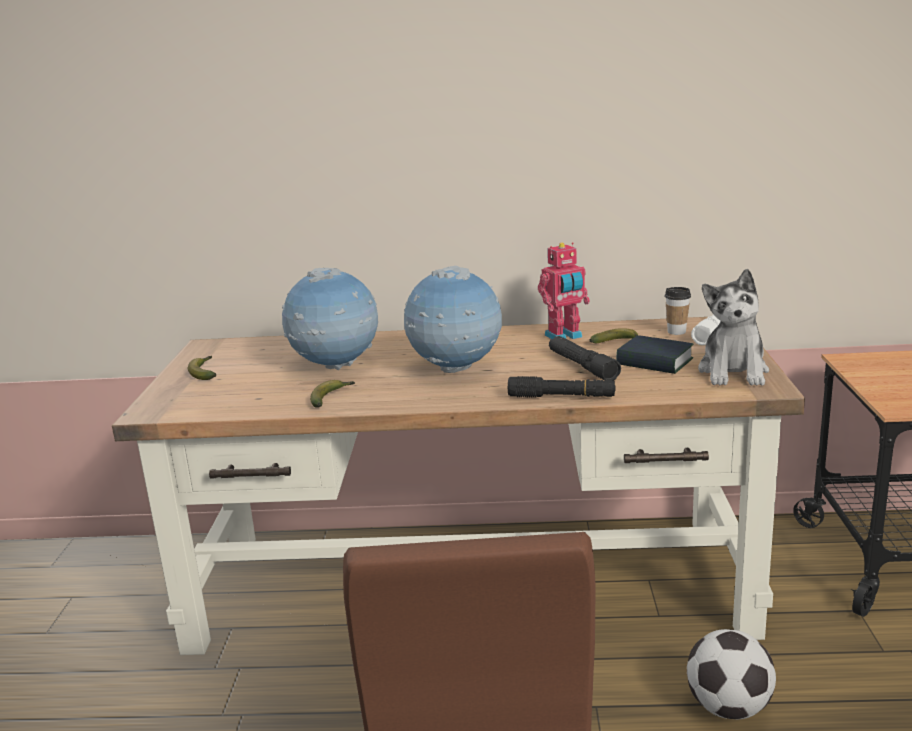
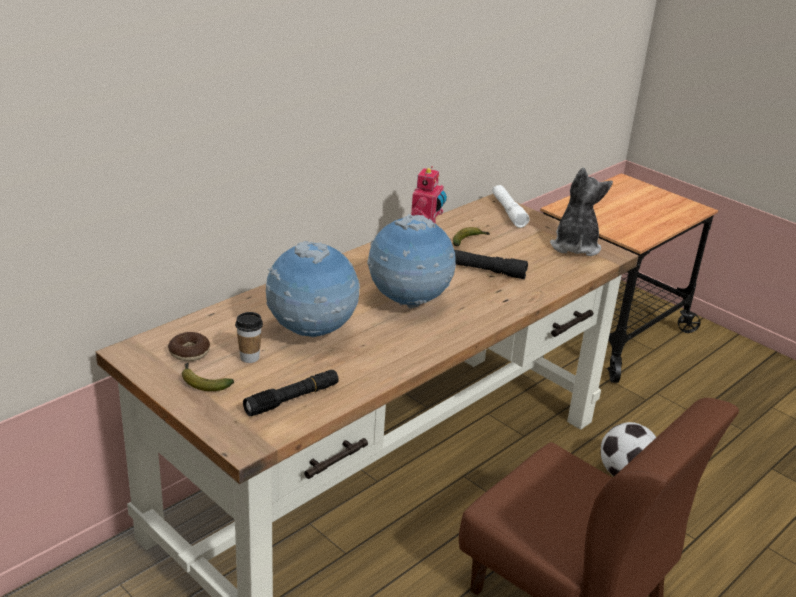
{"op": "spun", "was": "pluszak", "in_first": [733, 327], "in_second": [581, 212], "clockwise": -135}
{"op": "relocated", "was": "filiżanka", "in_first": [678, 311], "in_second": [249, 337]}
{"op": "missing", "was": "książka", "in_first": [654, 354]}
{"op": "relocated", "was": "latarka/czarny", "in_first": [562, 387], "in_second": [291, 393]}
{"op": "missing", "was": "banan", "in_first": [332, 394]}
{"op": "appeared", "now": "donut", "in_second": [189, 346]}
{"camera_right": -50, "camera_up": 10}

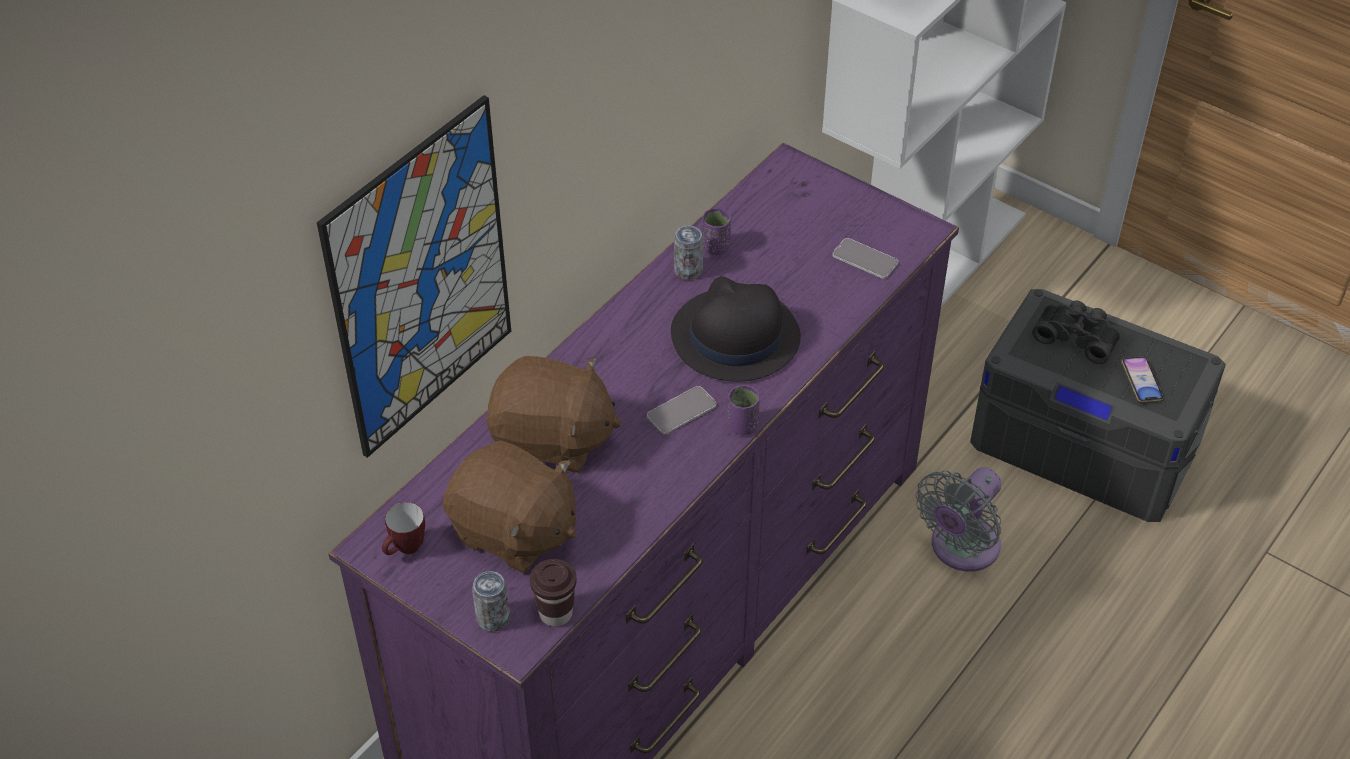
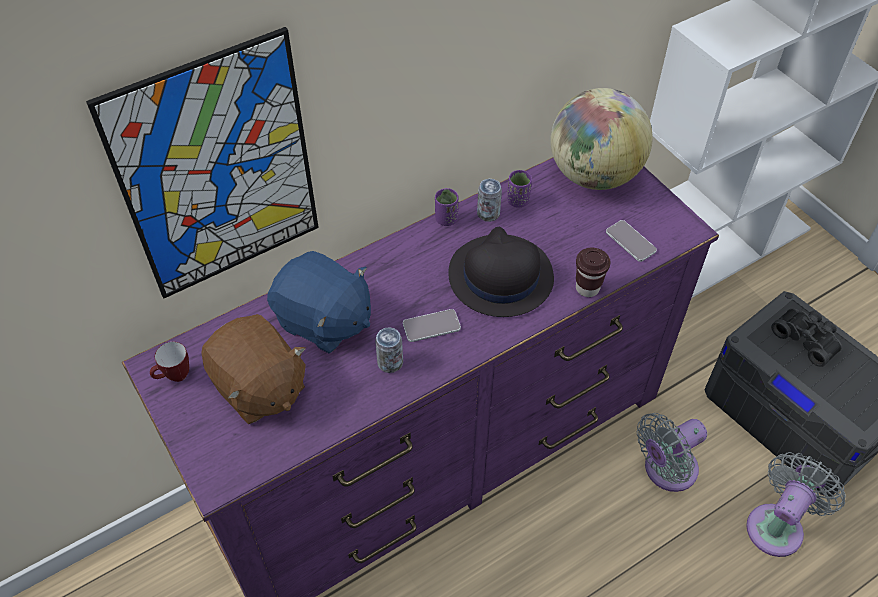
{"op": "colour", "was": "pluszak/brązowy", "now": "pluszak/niebieski", "in_first": [554, 414], "in_second": [319, 302]}
{"op": "missing", "was": "telefon", "in_first": [1142, 379]}
{"op": "relocated", "was": "filiżanka/fioletowy", "in_first": [744, 410], "in_second": [446, 207]}
{"op": "relocated", "was": "filiżanka/brązowy", "in_first": [553, 592], "in_second": [593, 272]}
{"op": "relocated", "was": "puszka", "in_first": [491, 601], "in_second": [389, 350]}
{"op": "appeared", "now": "globus", "in_second": [602, 139]}
{"op": "appeared", "now": "wentylator/szary", "in_second": [796, 504]}
{"camera_right": 20, "camera_up": 5}

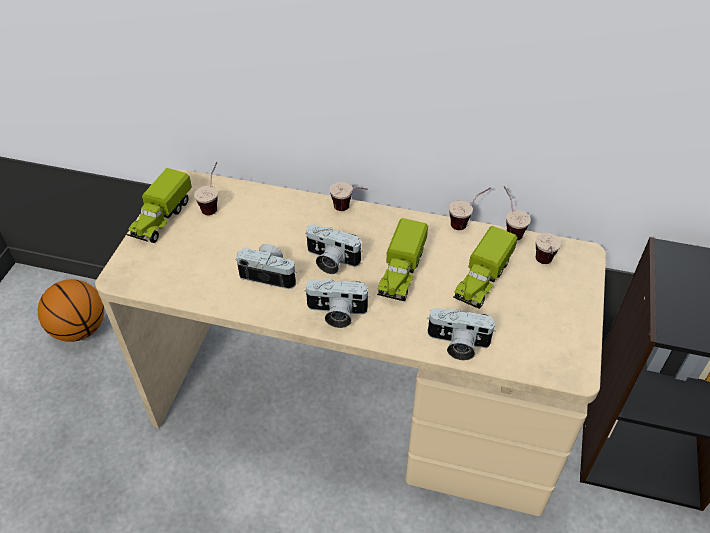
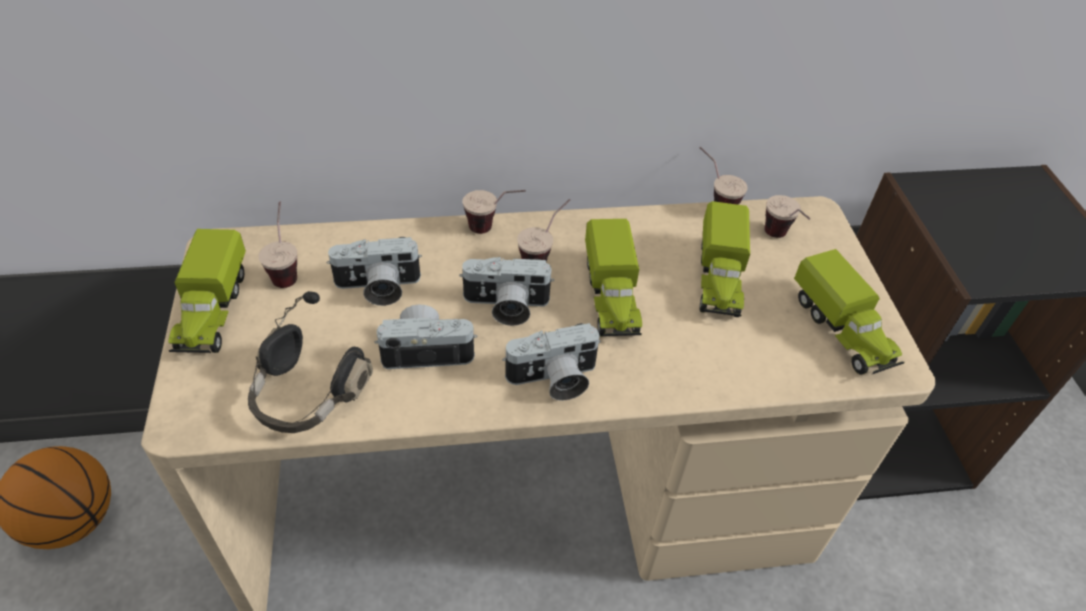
{"op": "relocated", "was": "filiżanka", "in_first": [470, 208], "in_second": [543, 230]}
{"op": "relocated", "was": "aparat fotograficzny", "in_first": [461, 334], "in_second": [374, 271]}
{"op": "appeared", "now": "ciężarówka zabawkowa", "in_second": [849, 311]}
{"op": "appeared", "now": "słuchawki/czarny", "in_second": [310, 362]}
{"camera_right": -25, "camera_up": 0}

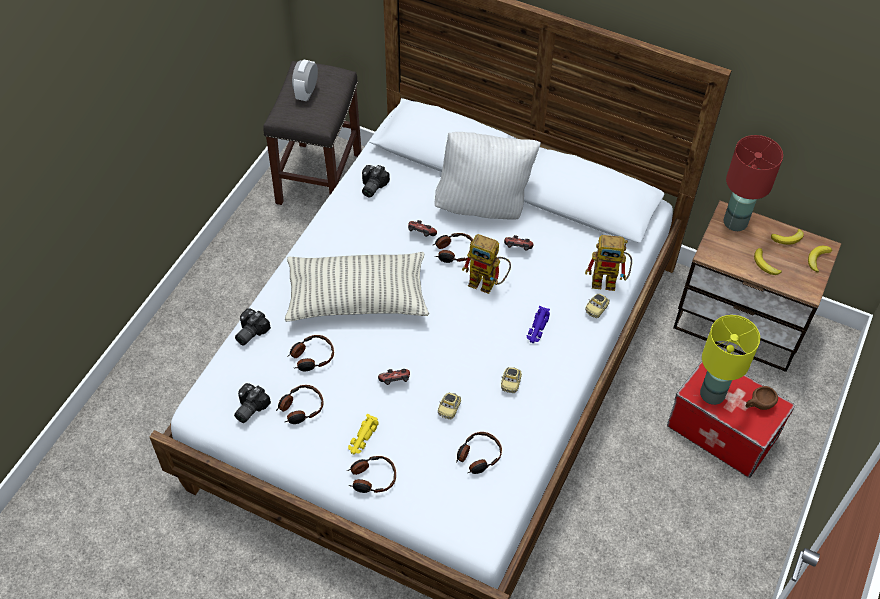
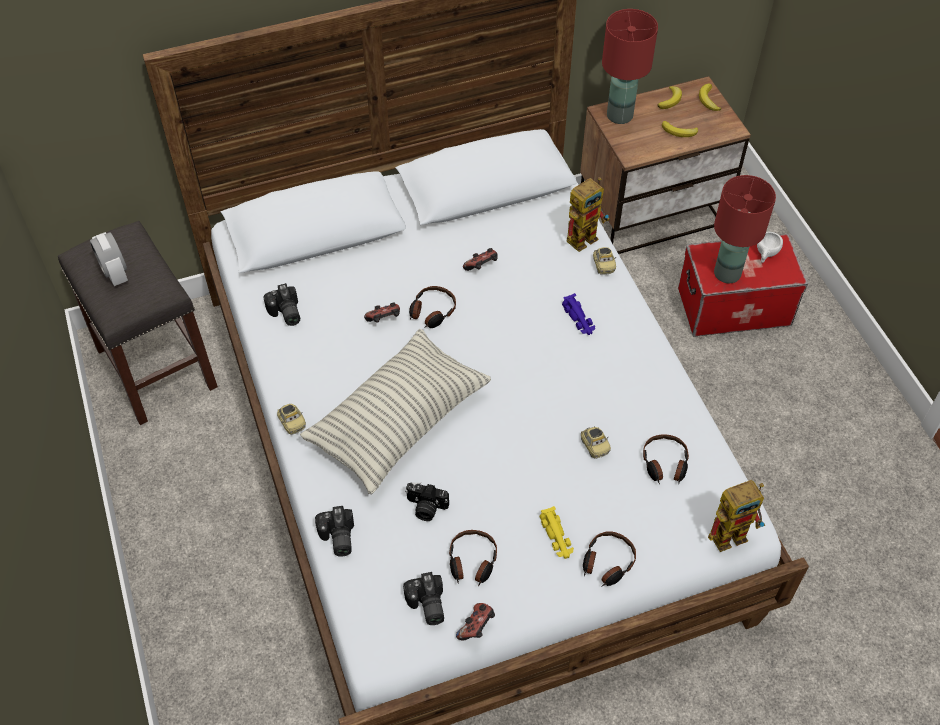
{"op": "missing", "was": "poduszka/biały", "in_first": [487, 175]}
{"op": "relocated", "was": "robot zabawkowy", "in_first": [486, 264], "in_second": [737, 516]}
{"op": "colour", "was": "lampa stołowa/żółty", "now": "lampa stołowa/czerwony", "in_first": [730, 360], "in_second": [745, 229]}
{"op": "exchanged", "was": "słuchawki", "now": "aparat fotograficzny", "in_first": [310, 353], "in_second": [427, 501]}
{"op": "relocated", "was": "samochodzik", "in_first": [511, 380], "in_second": [291, 419]}
{"op": "relocated", "was": "pad do gier", "in_first": [394, 377], "in_second": [475, 621]}
{"op": "colour", "was": "filiżanka/brązowy", "now": "filiżanka/biały", "in_first": [762, 398], "in_second": [770, 247]}
{"camera_right": -45, "camera_up": 0}

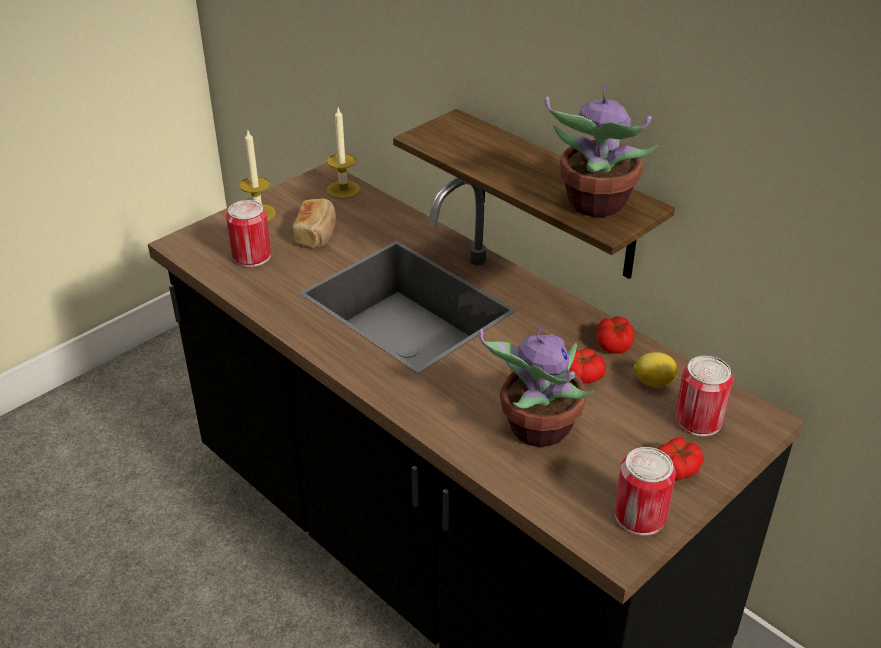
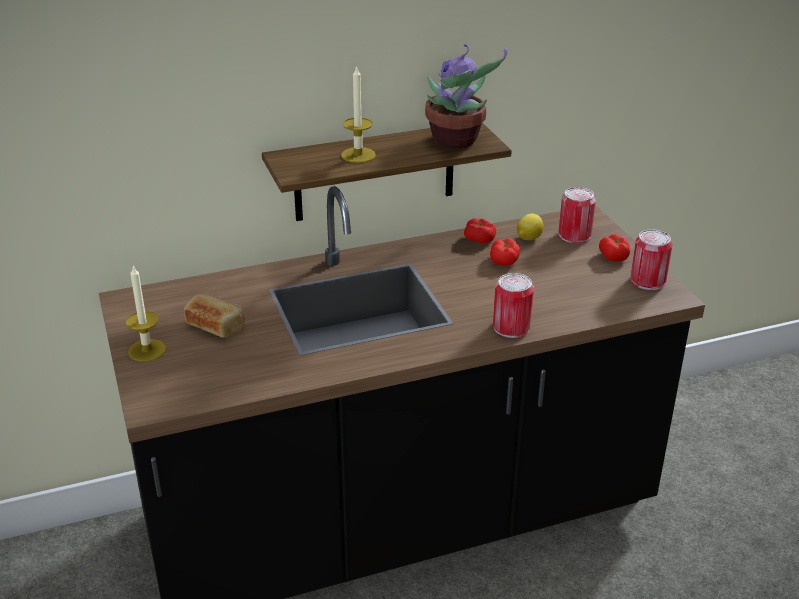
{"op": "relocated", "was": "świeca", "in_first": [344, 153], "in_second": [358, 114]}
{"op": "relocated", "was": "puszka", "in_first": [248, 233], "in_second": [513, 305]}
{"op": "missing", "was": "roślina doniczkowa", "in_first": [536, 387]}
{"camera_right": -65, "camera_up": -5}

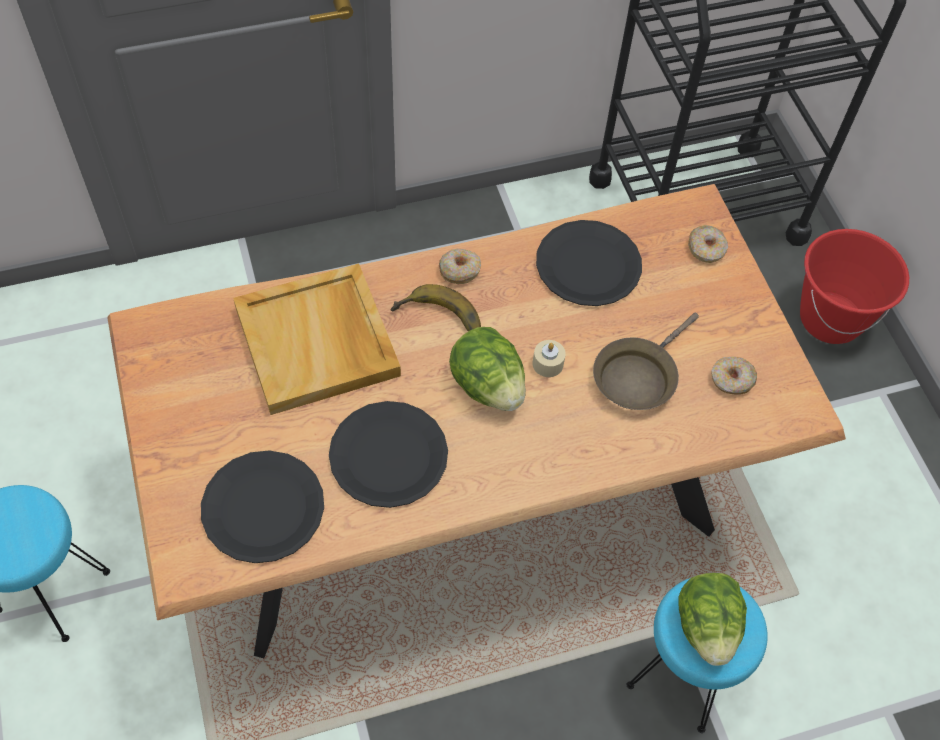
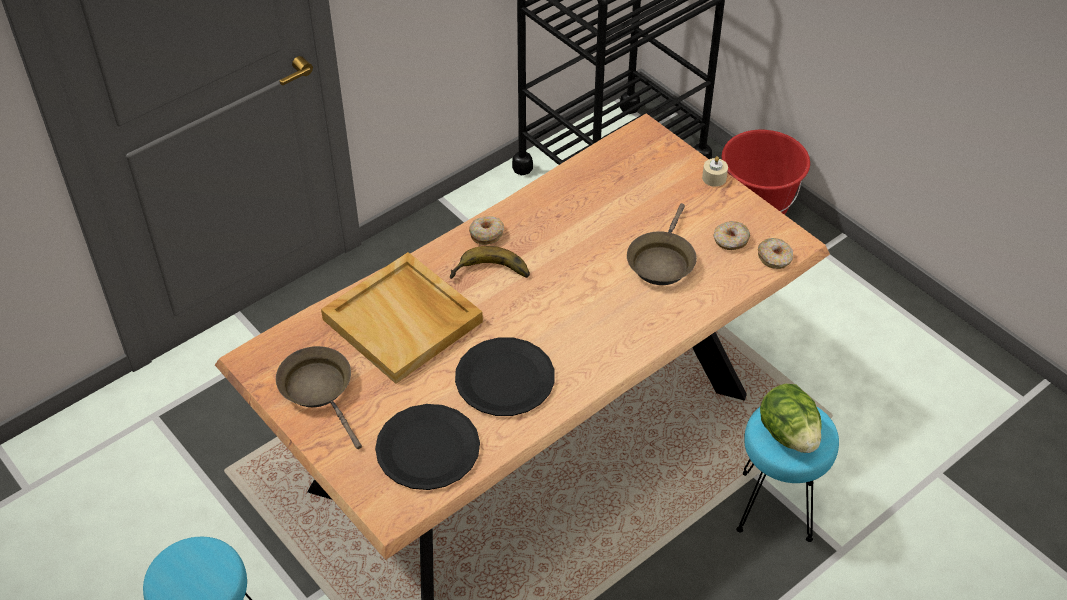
{"op": "missing", "was": "talerz/czarny", "in_first": [589, 263]}
{"op": "relocated", "was": "donut", "in_first": [708, 244], "in_second": [775, 253]}
{"op": "missing", "was": "sałata", "in_first": [487, 369]}
{"op": "relocated", "was": "świeca/beżowy", "in_first": [549, 358], "in_second": [715, 171]}
{"op": "appeared", "now": "patelnia/brązowy", "in_second": [319, 397]}
{"camera_right": -20, "camera_up": -10}

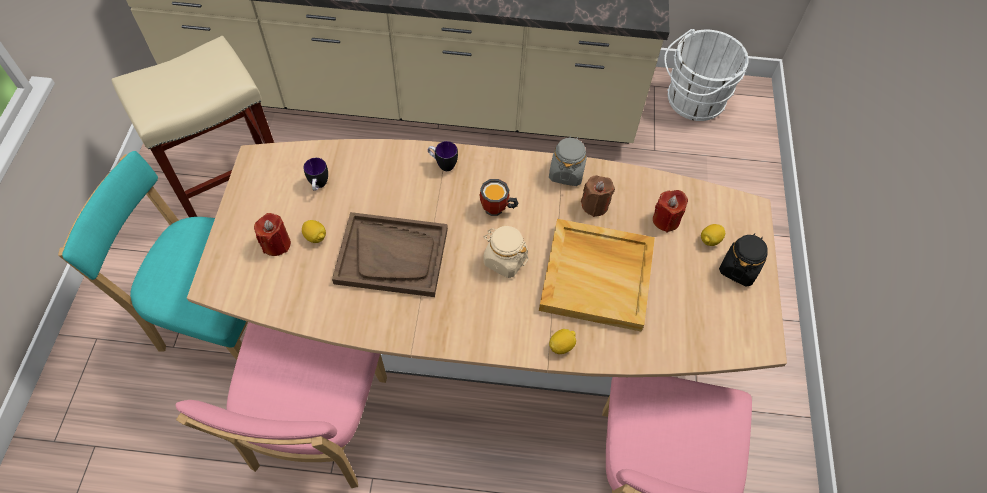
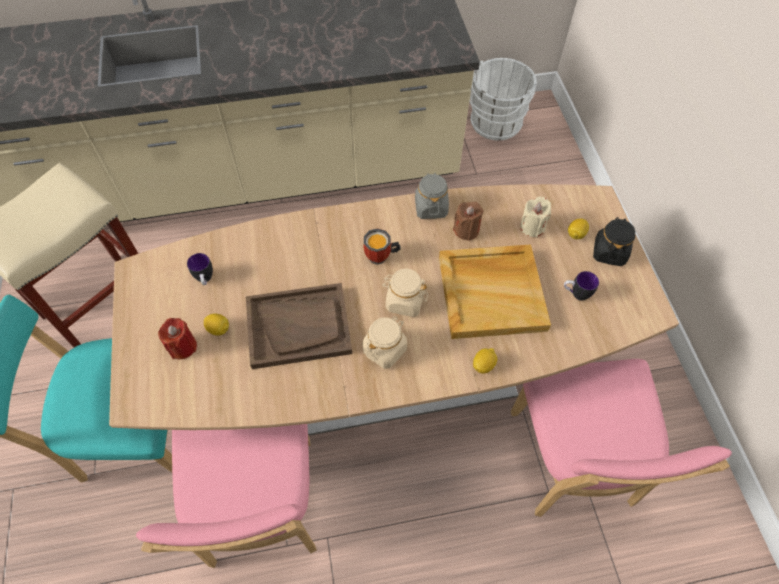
{"op": "relocated", "was": "kubek", "in_first": [443, 156], "in_second": [581, 286]}
{"op": "colour", "was": "świeca/czerwony", "now": "świeca/beżowy", "in_first": [670, 211], "in_second": [535, 217]}
{"op": "appeared", "now": "słoik/beżowy", "in_second": [385, 342]}
{"camera_right": -15, "camera_up": 0}

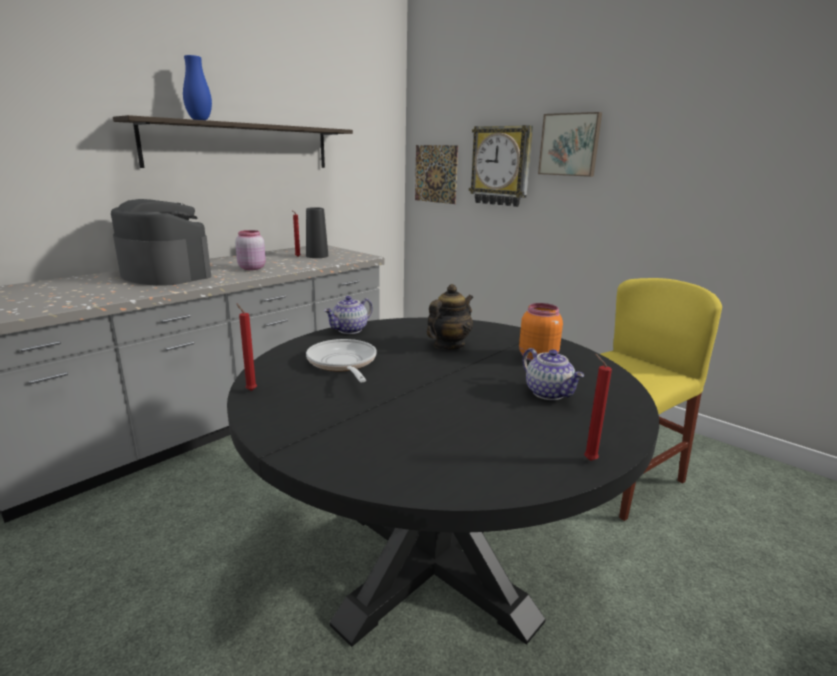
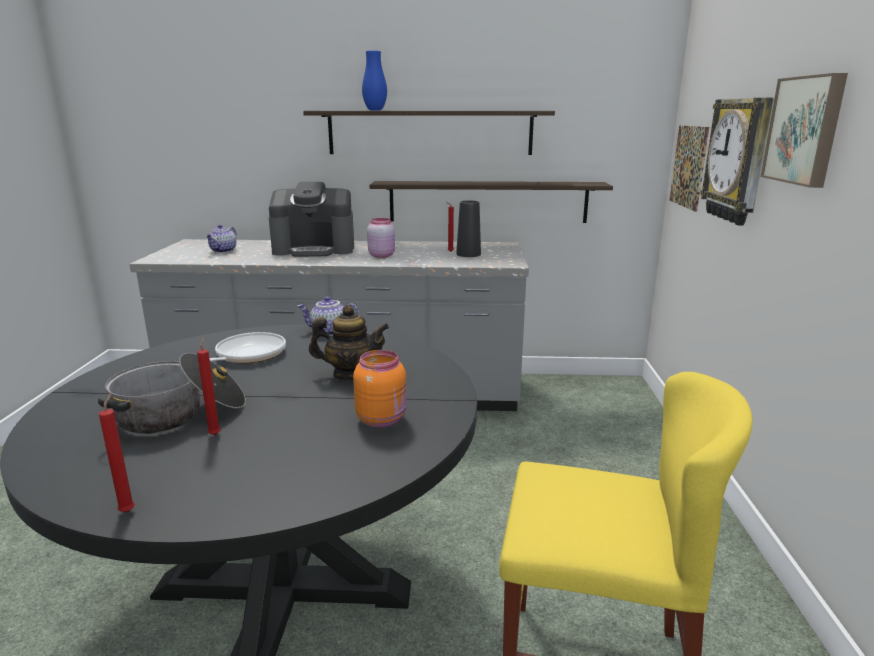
{"op": "spun", "was": "ekspres do kawy", "in_first": [161, 242], "in_second": [311, 219], "clockwise": 90}
{"op": "relocated", "was": "świeca/czerwony", "in_first": [246, 347], "in_second": [209, 386]}
{"op": "relocated", "was": "imbryk", "in_first": [553, 374], "in_second": [221, 239]}
{"op": "appeared", "now": "półka", "in_second": [491, 202]}
{"op": "appeared", "now": "garnek", "in_second": [172, 393]}
{"camera_right": 50, "camera_up": 0}

